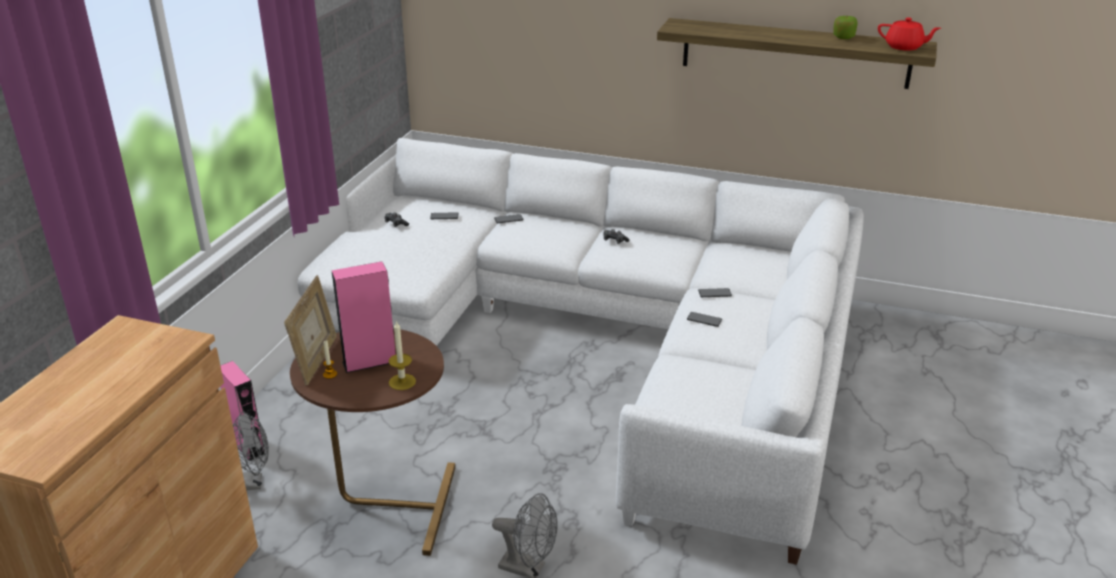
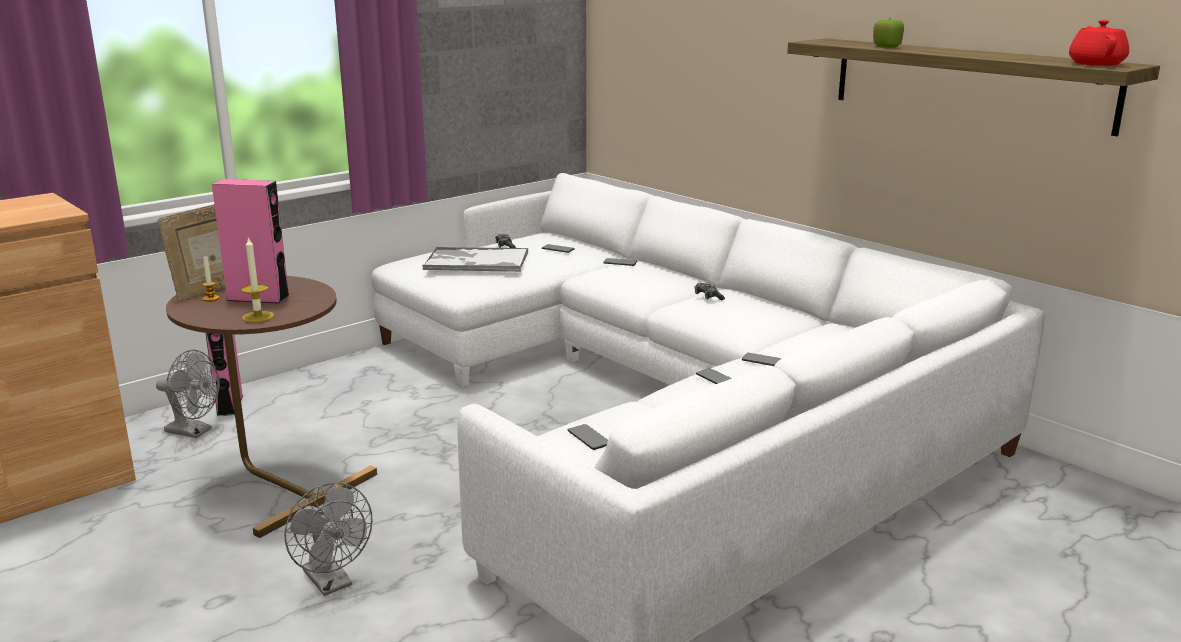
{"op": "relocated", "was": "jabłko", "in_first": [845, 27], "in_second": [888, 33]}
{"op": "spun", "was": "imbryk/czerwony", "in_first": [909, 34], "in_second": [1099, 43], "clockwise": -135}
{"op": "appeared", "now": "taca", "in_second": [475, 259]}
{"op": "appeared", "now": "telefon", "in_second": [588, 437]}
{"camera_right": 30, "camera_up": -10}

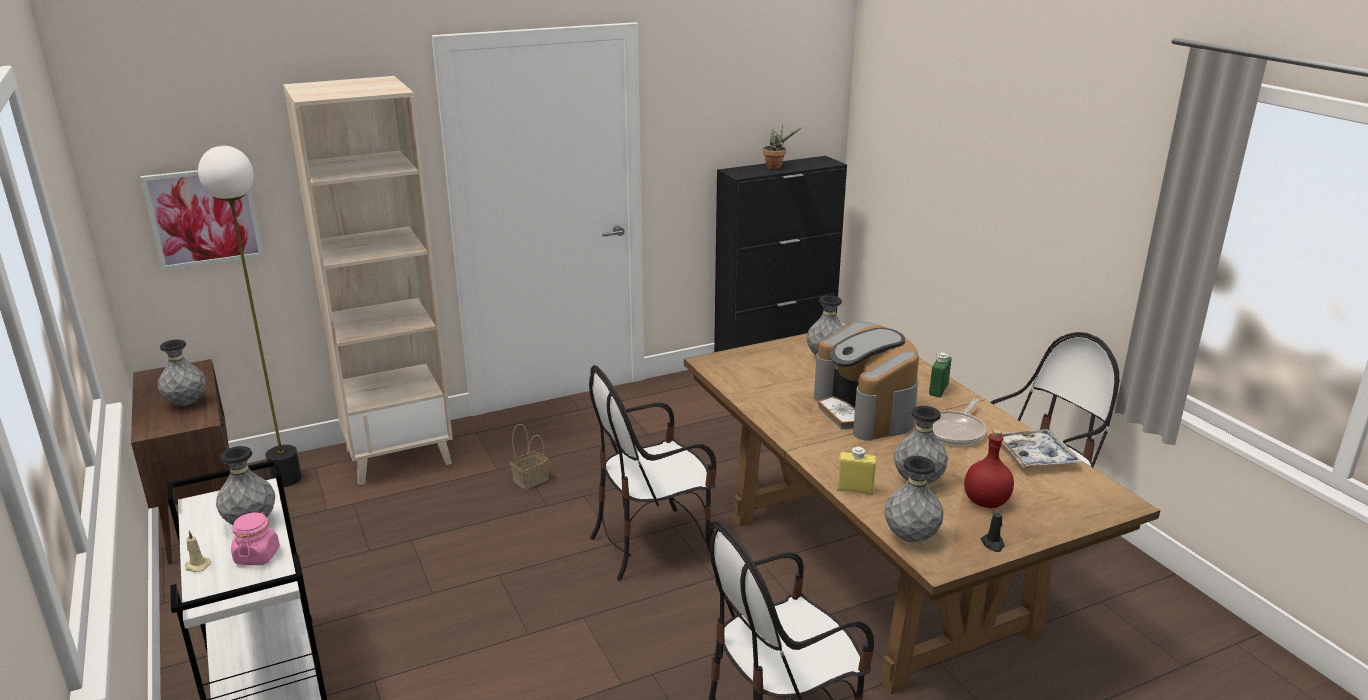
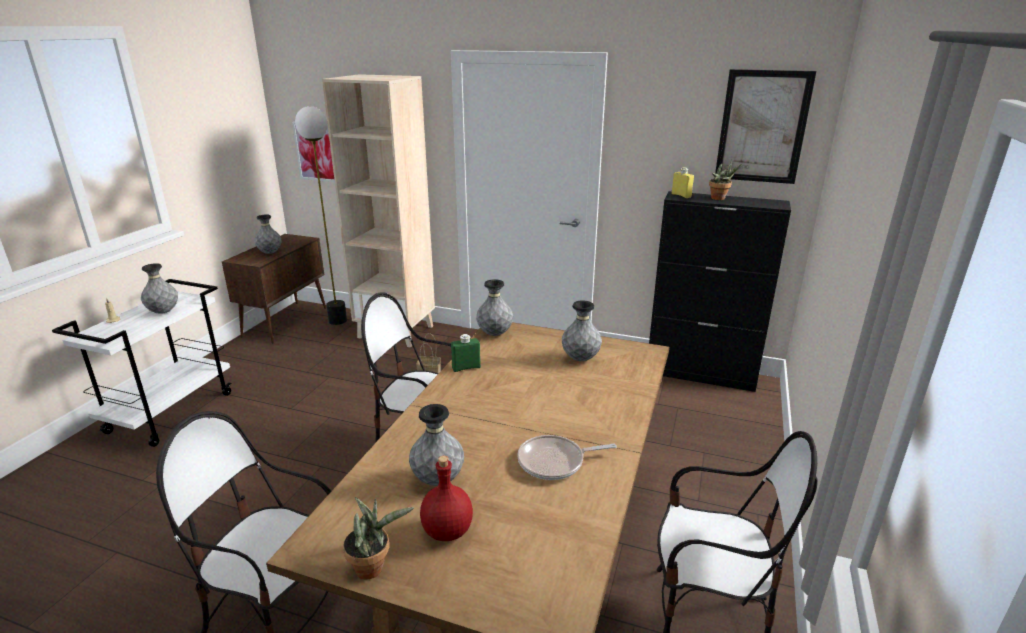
{"op": "missing", "was": "ekspres do kawy", "in_first": [866, 381]}
{"op": "relocated", "was": "butelka/zielony", "in_first": [940, 375], "in_second": [466, 353]}
{"op": "missing", "was": "taca", "in_first": [1041, 448]}
{"op": "relocated", "was": "butelka/żółty", "in_first": [857, 471], "in_second": [682, 182]}
{"op": "relocated", "was": "wazon/szary", "in_first": [914, 499], "in_second": [494, 307]}
{"op": "exchanged", "was": "świeca/czarny", "now": "roślina doniczkowa", "in_first": [993, 529], "in_second": [378, 538]}
{"op": "missing", "was": "słoik/różowy", "in_first": [255, 538]}
{"op": "appeared", "now": "obraz", "in_second": [765, 126]}
{"camera_right": 45, "camera_up": 0}

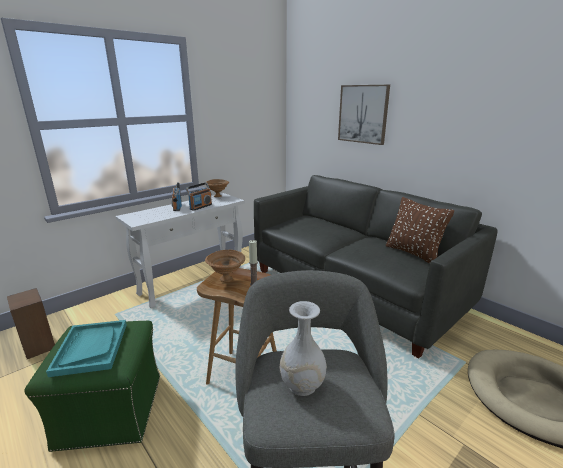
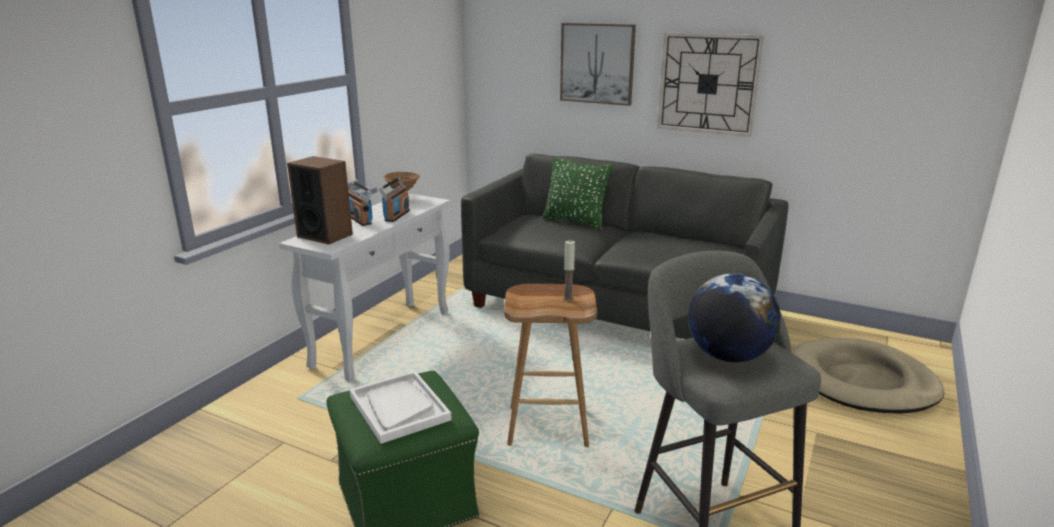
{"op": "missing", "was": "poduszka/brązowy", "in_first": [420, 230]}
{"op": "missing", "was": "miska/brązowy", "in_first": [225, 266]}
{"op": "relocated", "was": "głośnik", "in_first": [31, 323], "in_second": [320, 200]}
{"op": "exchanged", "was": "wazon/biały", "now": "globus", "in_first": [303, 348], "in_second": [734, 317]}
{"op": "colour", "was": "taca/turkusowy", "now": "taca/biały", "in_first": [86, 348], "in_second": [401, 407]}
{"op": "appeared", "now": "zegar ścienny", "in_second": [710, 84]}
{"op": "appeared", "now": "poduszka/zielony", "in_second": [577, 193]}
{"camera_right": -20, "camera_up": 0}

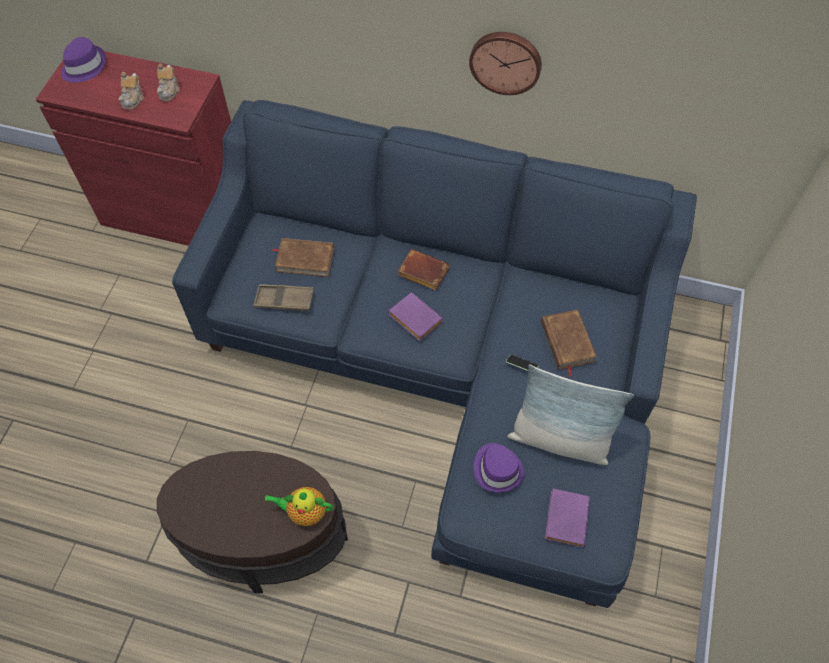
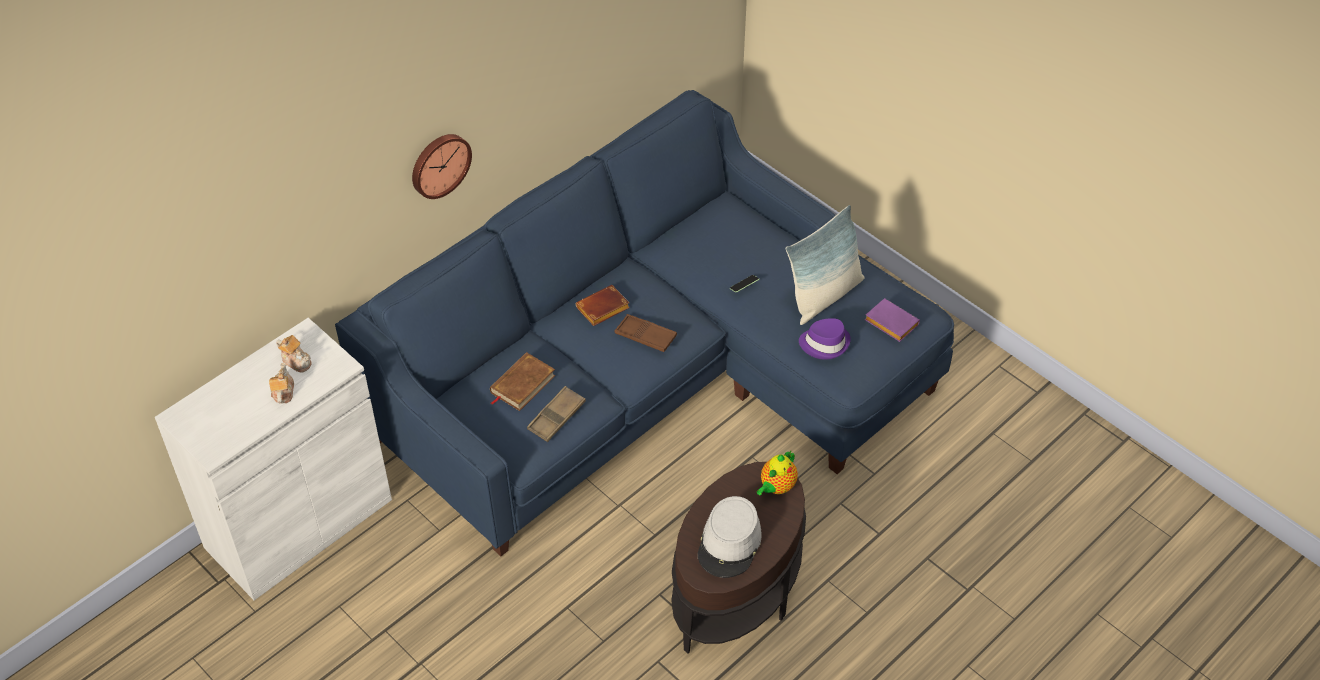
{"op": "relocated", "was": "zegar ścienny", "in_first": [505, 63], "in_second": [442, 166]}
{"op": "missing", "was": "kapelusz/fioletowy", "in_first": [83, 60]}
{"op": "colour", "was": "szafka/czerwony", "now": "szafka/biały", "in_first": [133, 148], "in_second": [273, 459]}
{"op": "spun", "was": "imbryk", "in_first": [131, 91], "in_second": [281, 383], "clockwise": -135}
{"op": "exchanged", "was": "książka/fioletowy", "now": "taca/brązowy", "in_first": [415, 316], "in_second": [645, 333]}
{"op": "missing", "was": "książka/brązowy", "in_first": [568, 343]}
{"op": "appeared", "now": "kapelusz/szary", "in_second": [730, 537]}
{"camera_right": -60, "camera_up": -10}

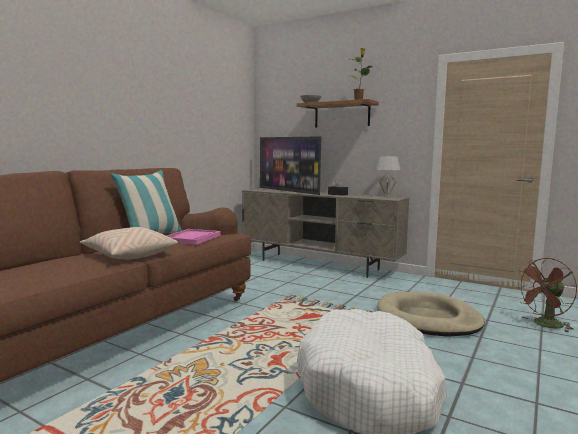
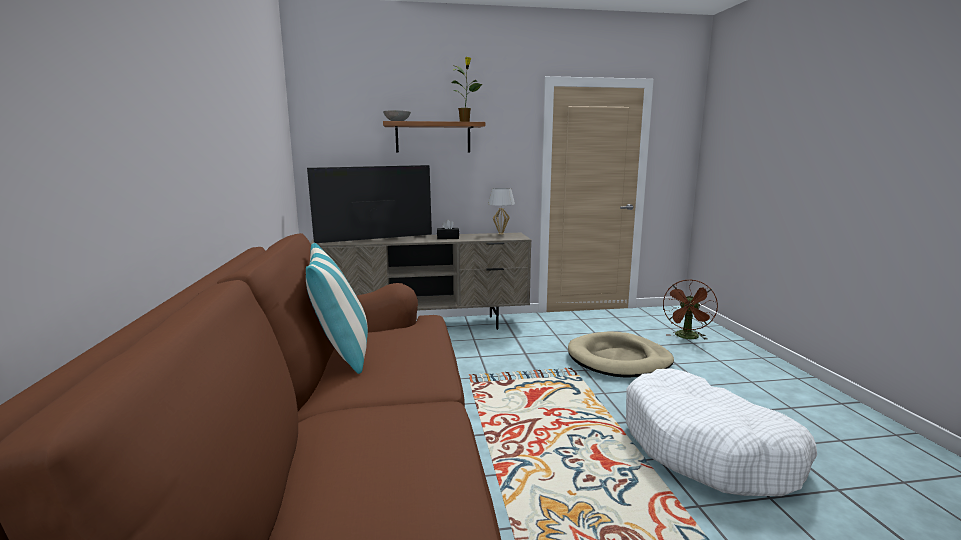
{"op": "spun", "was": "telewizor", "in_first": [291, 165], "in_second": [369, 204], "clockwise": 150}
{"op": "missing", "was": "poduszka/beżowy", "in_first": [129, 243]}
{"op": "missing", "was": "taca/różowy", "in_first": [193, 237]}
{"camera_right": -40, "camera_up": 5}

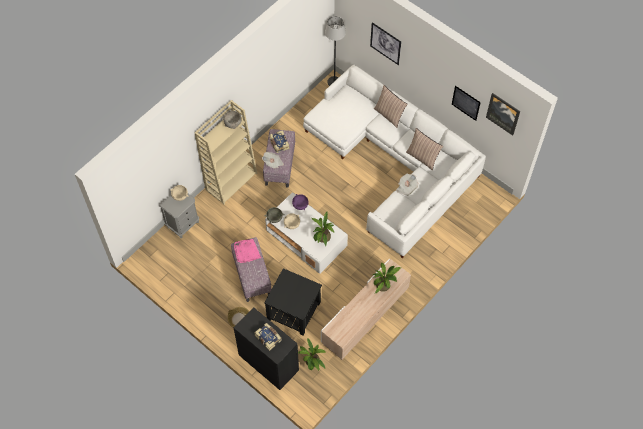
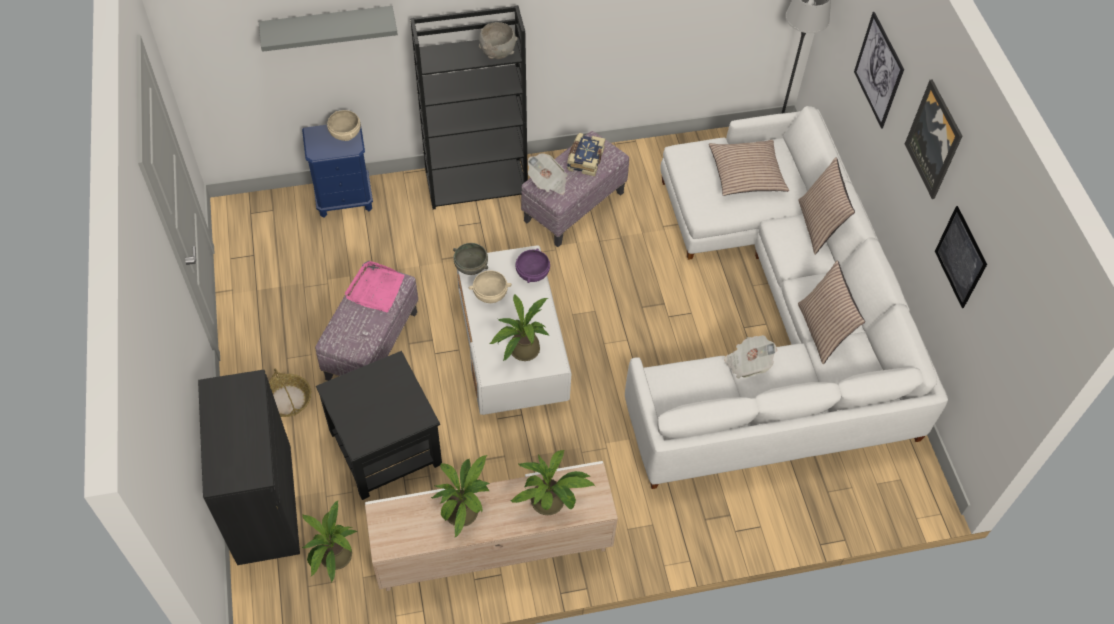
{"op": "relocated", "was": "obraz", "in_first": [503, 114], "in_second": [933, 139]}
{"op": "colour", "was": "regał/beżowy", "now": "regał/czarny", "in_first": [225, 152], "in_second": [469, 107]}
{"op": "colour", "was": "szafka nocna/szary", "now": "szafka nocna/niebieski", "in_first": [179, 215], "in_second": [337, 171]}
{"op": "missing", "was": "książka", "in_first": [268, 337]}
{"op": "appeared", "now": "półka/szary", "in_second": [328, 29]}
{"op": "appeared", "now": "poduszka", "in_second": [749, 168]}
{"op": "appeared", "now": "roślina doniczkowa", "in_second": [461, 496]}
{"camera_right": 35, "camera_up": -5}

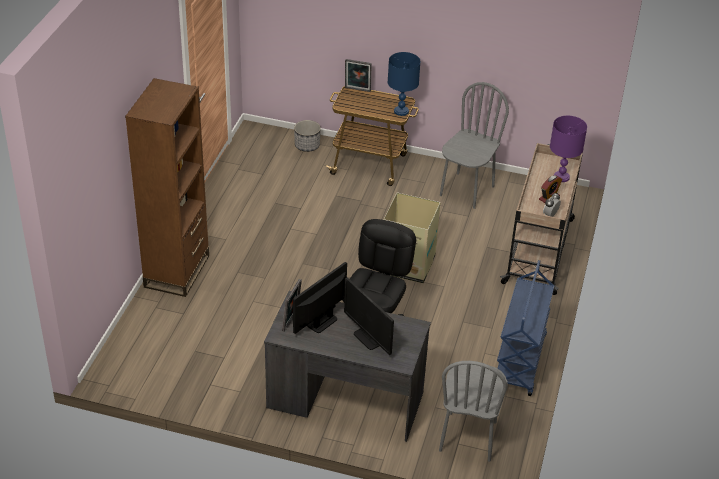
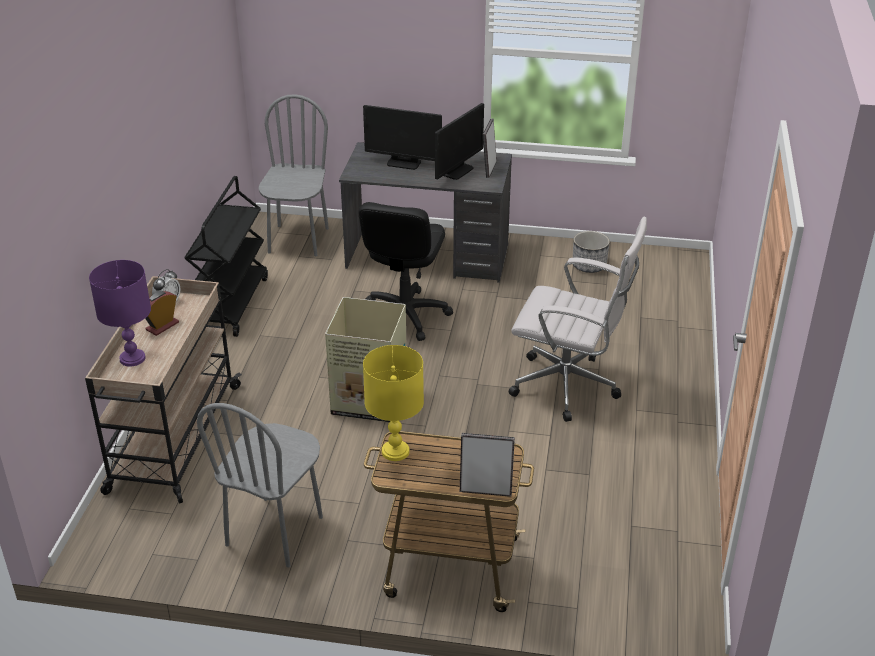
{"op": "colour", "was": "lampa stołowa/niebieski", "now": "lampa stołowa/żółty", "in_first": [404, 84], "in_second": [393, 403]}
{"op": "missing", "was": "regał/brązowy", "in_first": [167, 187]}
{"op": "relocated", "was": "donica", "in_first": [307, 136], "in_second": [591, 252]}
{"op": "colour", "was": "wózek/niebieski", "now": "wózek/czarny", "in_first": [525, 328], "in_second": [226, 256]}
{"op": "spun", "was": "monitor", "in_first": [369, 316], "in_second": [402, 137], "clockwise": 150}
{"op": "appeared", "now": "krzesło biurowe/biały", "in_second": [578, 319]}
{"camera_right": 175, "camera_up": -5}

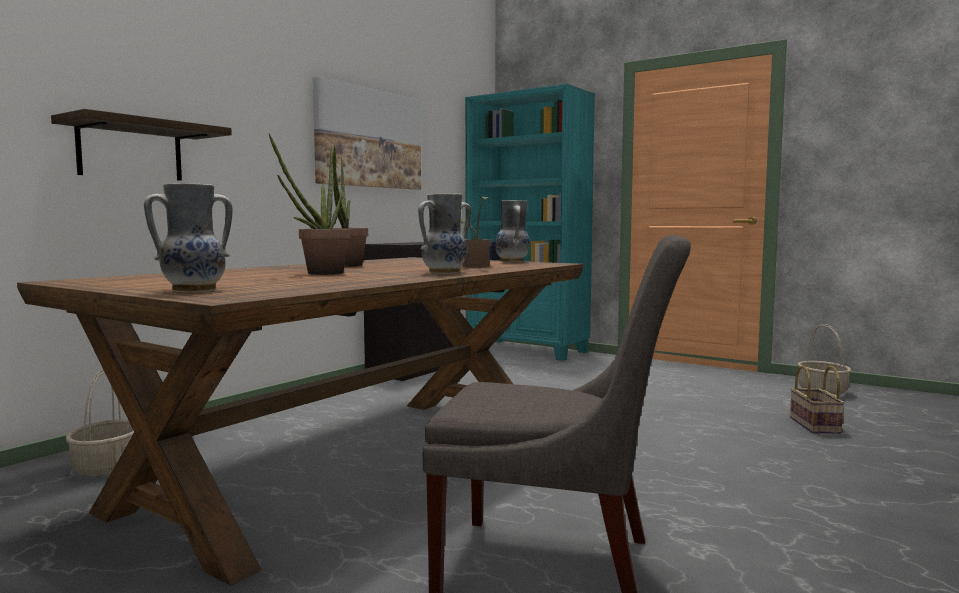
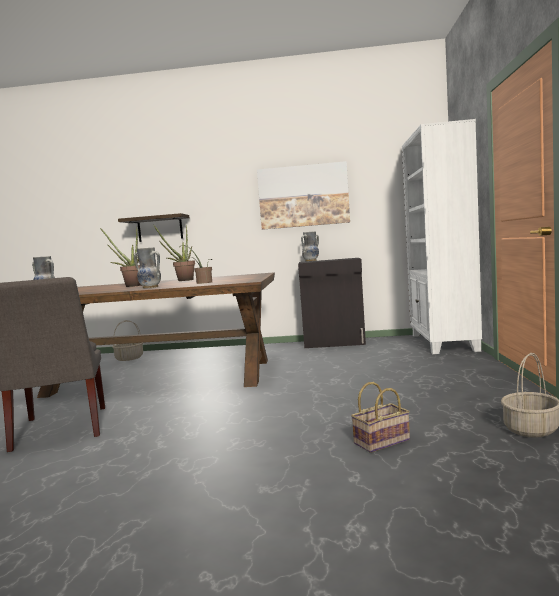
{"op": "colour", "was": "regał/turkusowy", "now": "regał/biały", "in_first": [530, 222], "in_second": [442, 236]}
{"op": "relocated", "was": "wazon", "in_first": [512, 231], "in_second": [310, 246]}
{"camera_right": 60, "camera_up": 0}

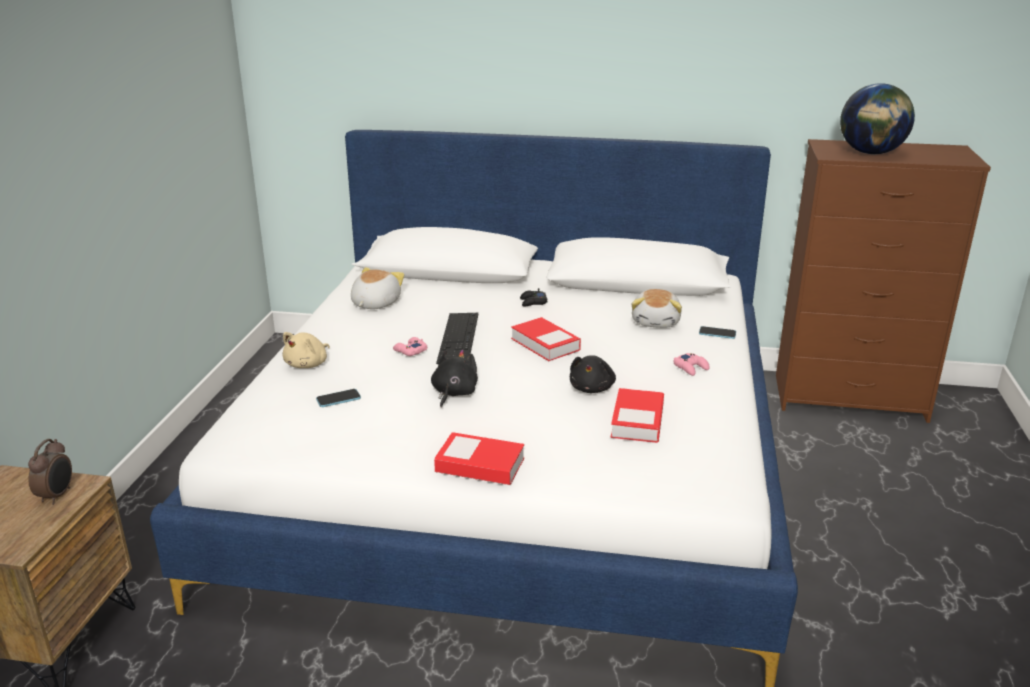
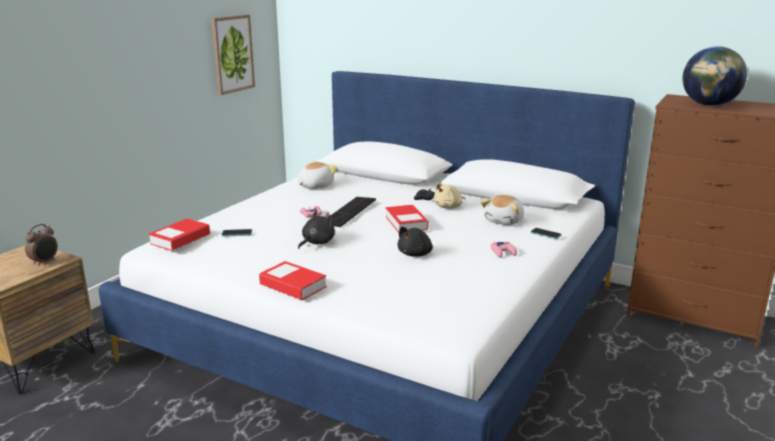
{"op": "relocated", "was": "pluszak/beżowy", "in_first": [306, 350], "in_second": [449, 195]}
{"op": "relocated", "was": "książka", "in_first": [637, 415], "in_second": [179, 235]}
{"op": "appeared", "now": "obraz", "in_second": [233, 55]}
{"camera_right": 20, "camera_up": -5}

